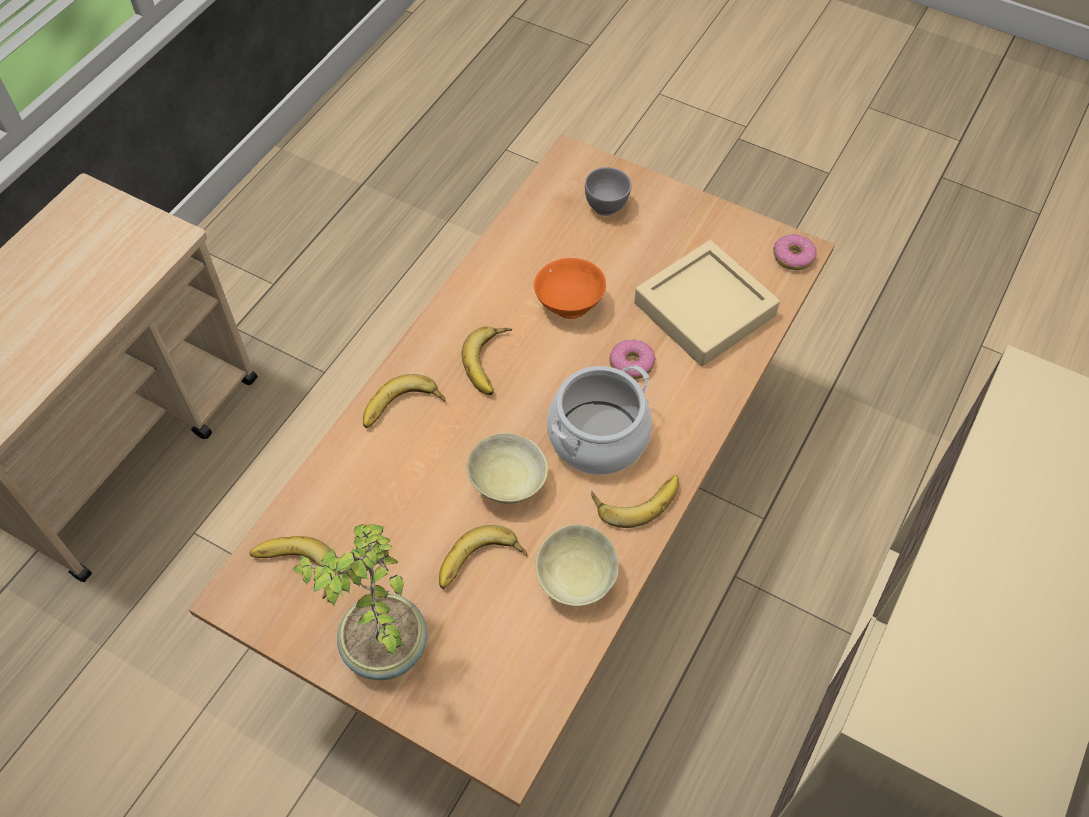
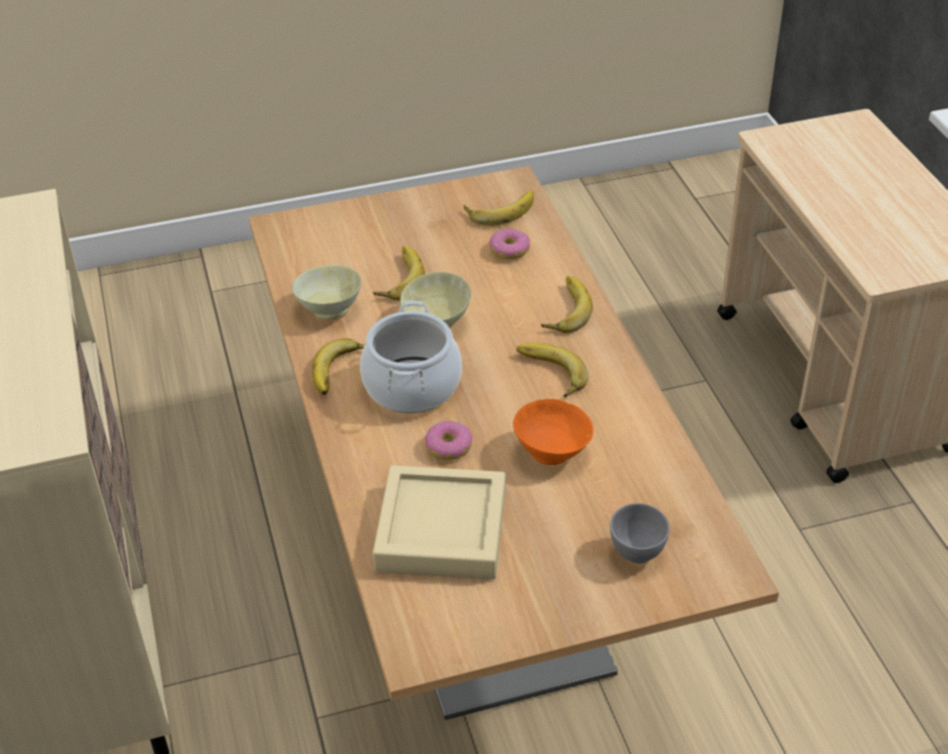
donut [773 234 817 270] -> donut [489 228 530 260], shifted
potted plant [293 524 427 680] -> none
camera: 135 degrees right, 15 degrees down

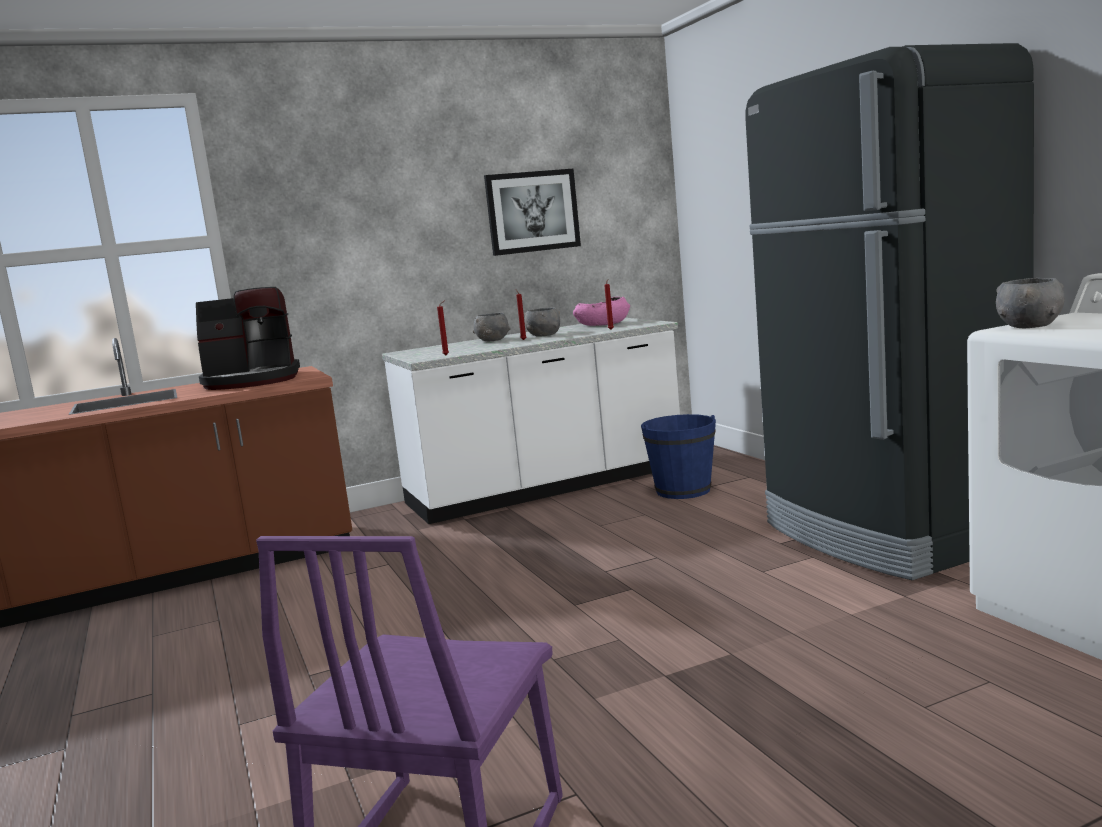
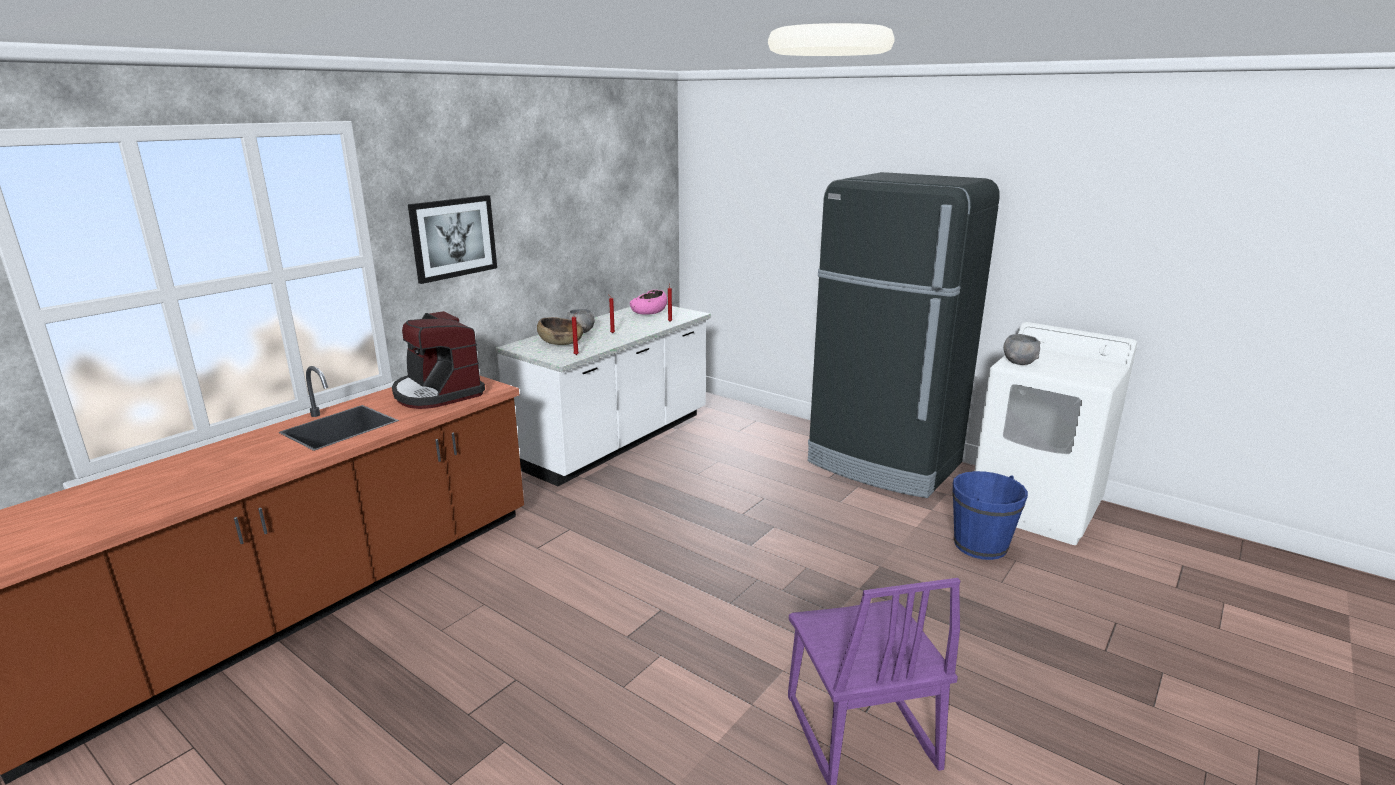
picture [484 169 581 256] -> picture [408 195 497 284], shifted
coffee machine [196 287 300 390] -> coffee machine [392 311 485 409], 90 degrees clockwise
grey bowl [524 308 560 337] -> none
blue bucket [641 414 716 499] -> blue bucket [952 471 1028 560], shifted
none -> brown bowl [537 317 583 345]
camera: 30 degrees left, 10 degrees up

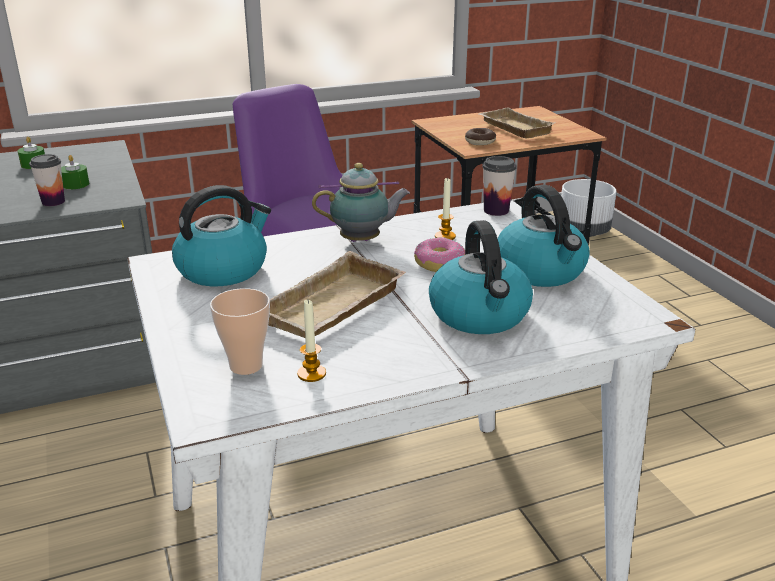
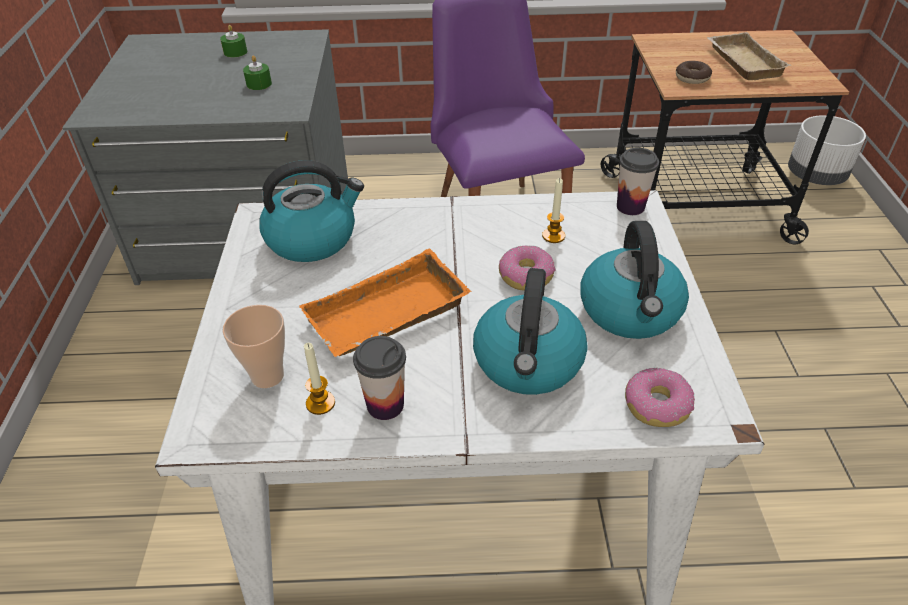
cup [29 154 65 206] -> cup [353 336 406 420], shifted
teapot [312 163 410 242] -> none
beige tray [268 251 406 338] -> orange tray [299 249 472 357]
none -> donut [625 368 695 427]
camera: 20 degrees right, 15 degrees up

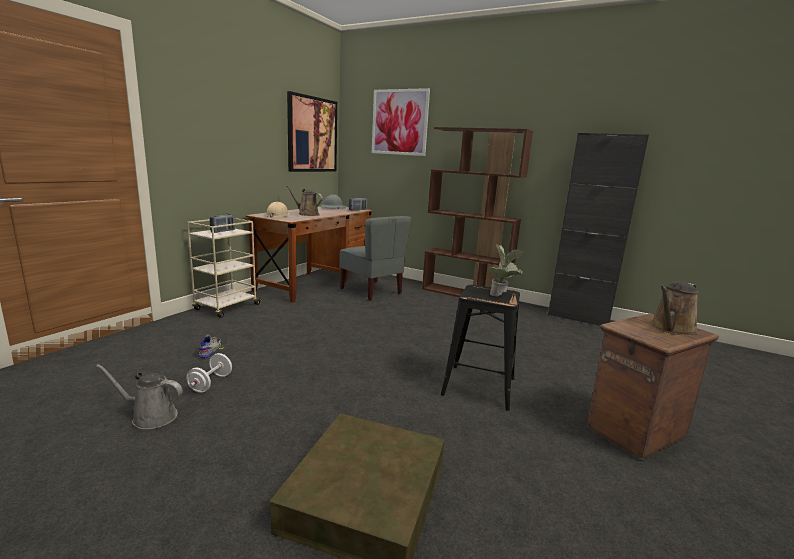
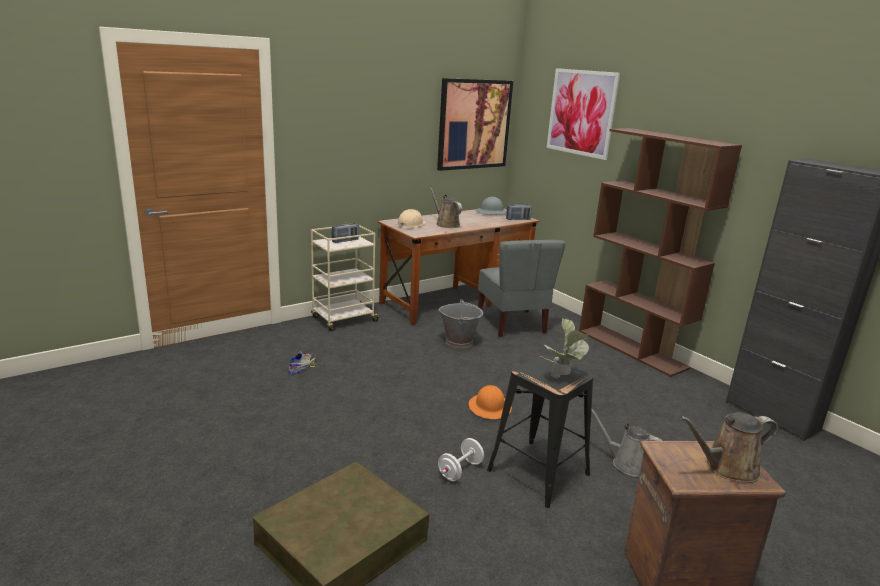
white dumbbell [186 353 232 393] -> white dumbbell [438 438 484 481], shifted
grey watering can [96 364 183 430] -> grey watering can [591 409 663 477], shifted
none -> grey bucket [439 299 483 349]
none -> orange hard hat [469 385 512 419]
camera: 25 degrees right, 5 degrees up

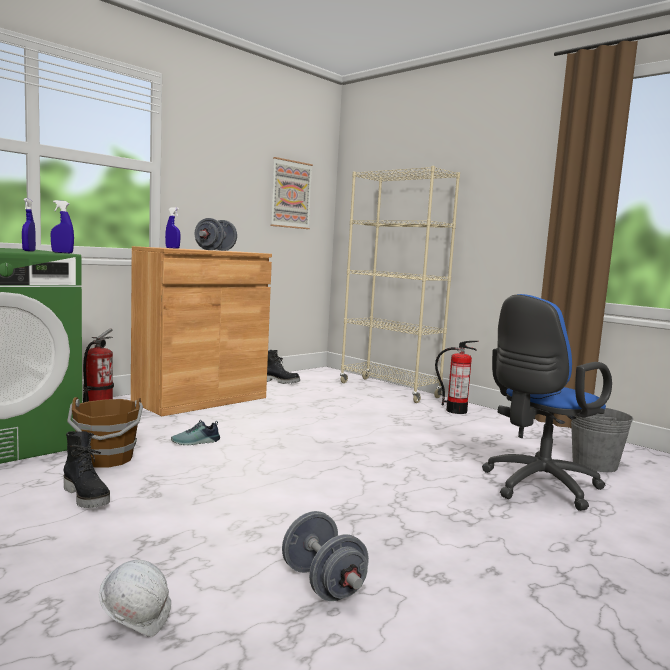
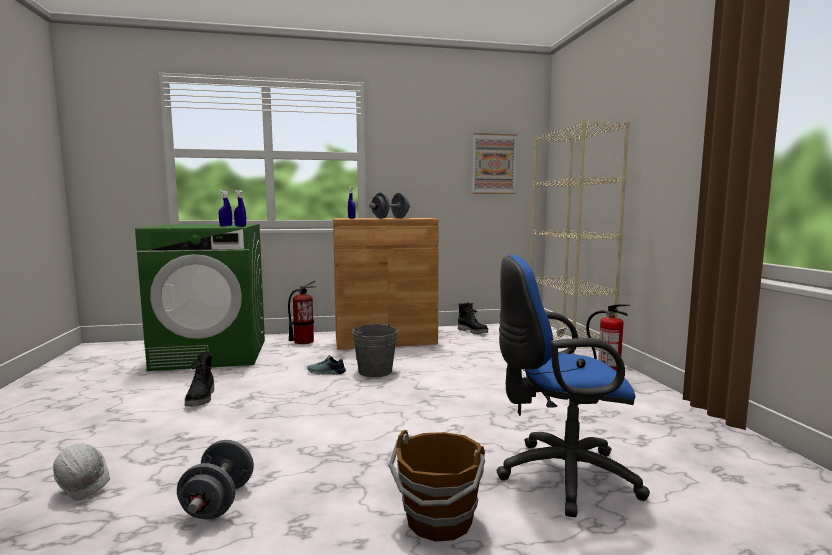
brown bucket [67 397 143 468] -> brown bucket [389 430 485 542], shifted
grey bucket [571 408 633 472] -> grey bucket [352 324 398 377], shifted
camera: 35 degrees right, 0 degrees up

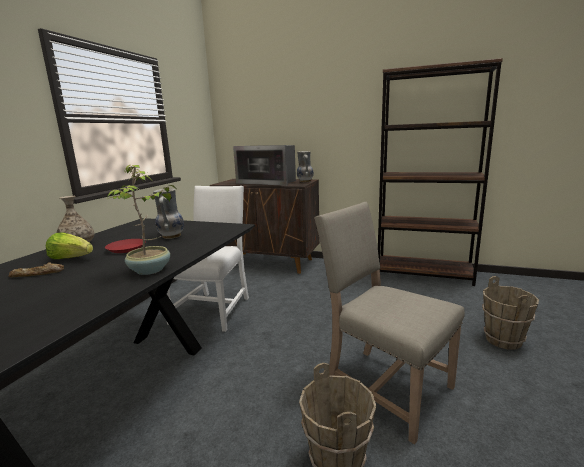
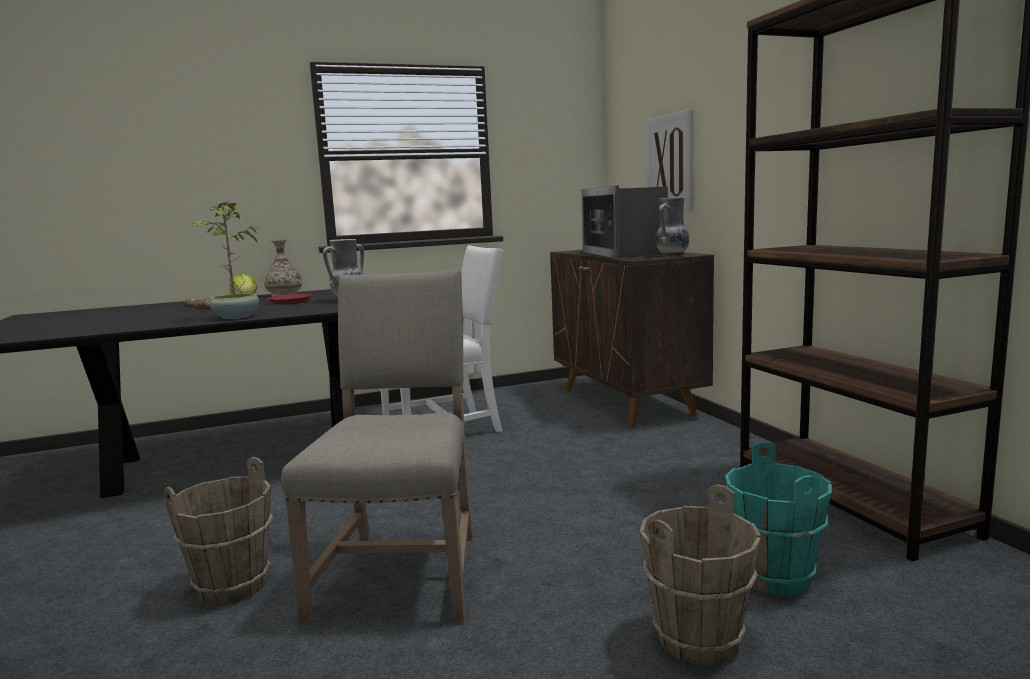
none -> picture [647 109 694 211]
none -> turquoise bucket [725 442 832 596]
camera: 50 degrees right, 5 degrees down

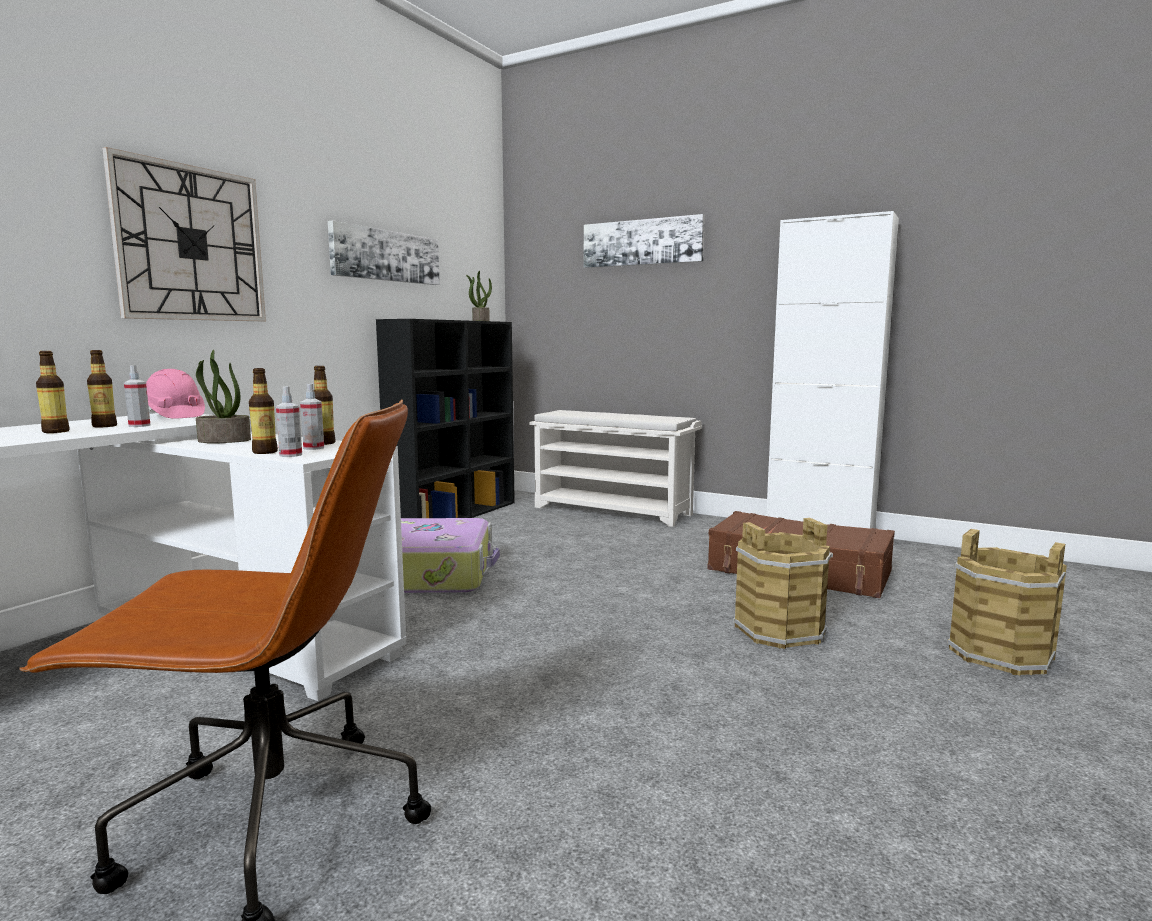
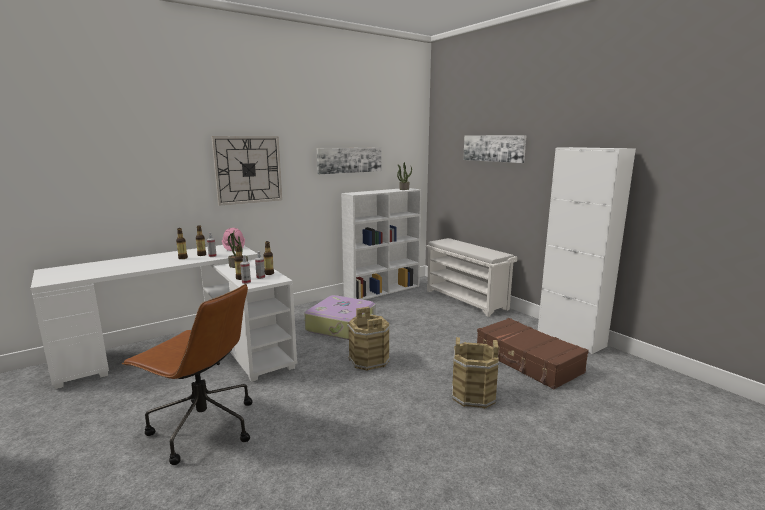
black bookcase [376 319 515 518] -> white bookcase [341 188 422 300]
brown bucket [947 529 1067 675] -> brown bucket [347 307 390 371], shifted
camera: 25 degrees right, 5 degrees up

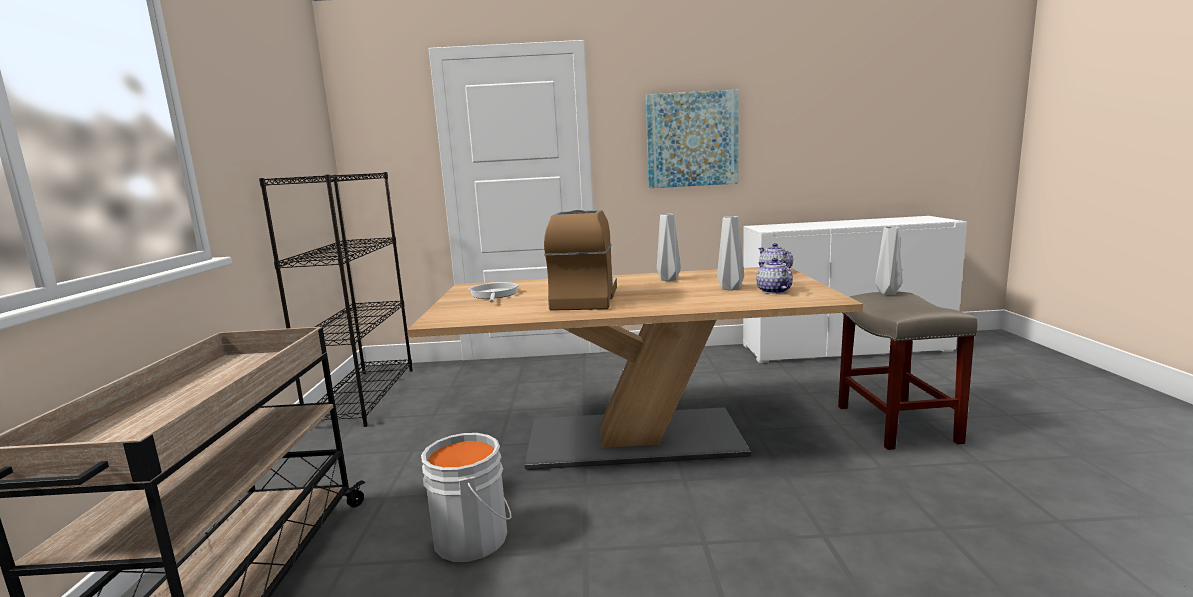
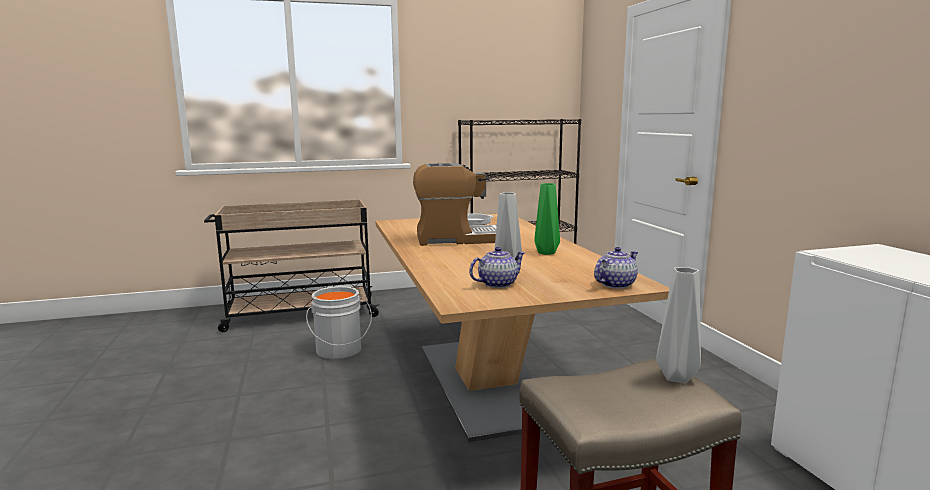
picture [646 90 738 188] -> none
grey vase [657 214 681 281] -> green vase [534 183 560 255]
camera: 75 degrees right, 0 degrees up

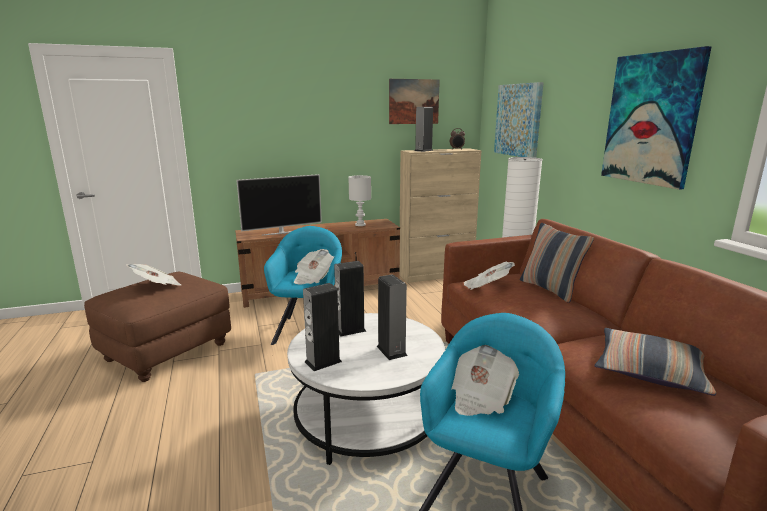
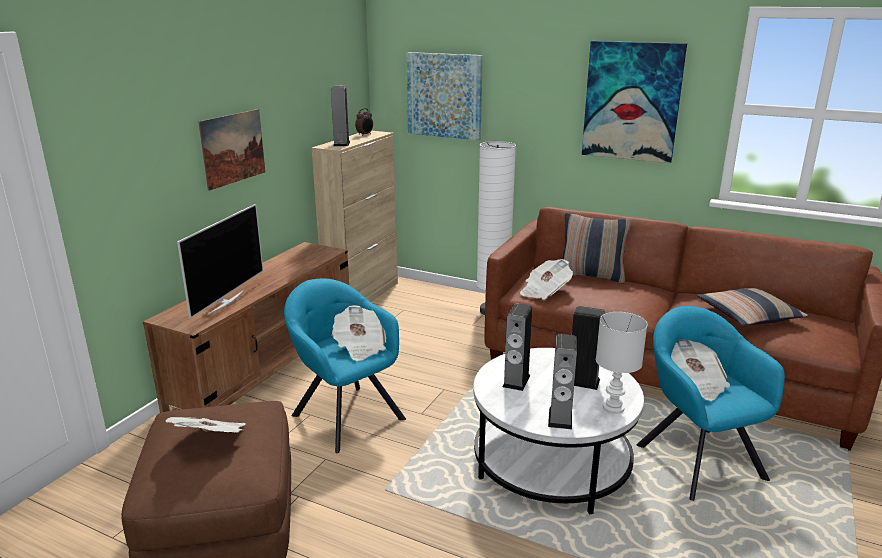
picture [389 79 440 124] -> picture [198 109 265 191], shifted
white table lamp [348 175 371 226] -> white table lamp [596 312 648 414], shifted
camera: 45 degrees left, 5 degrees up

